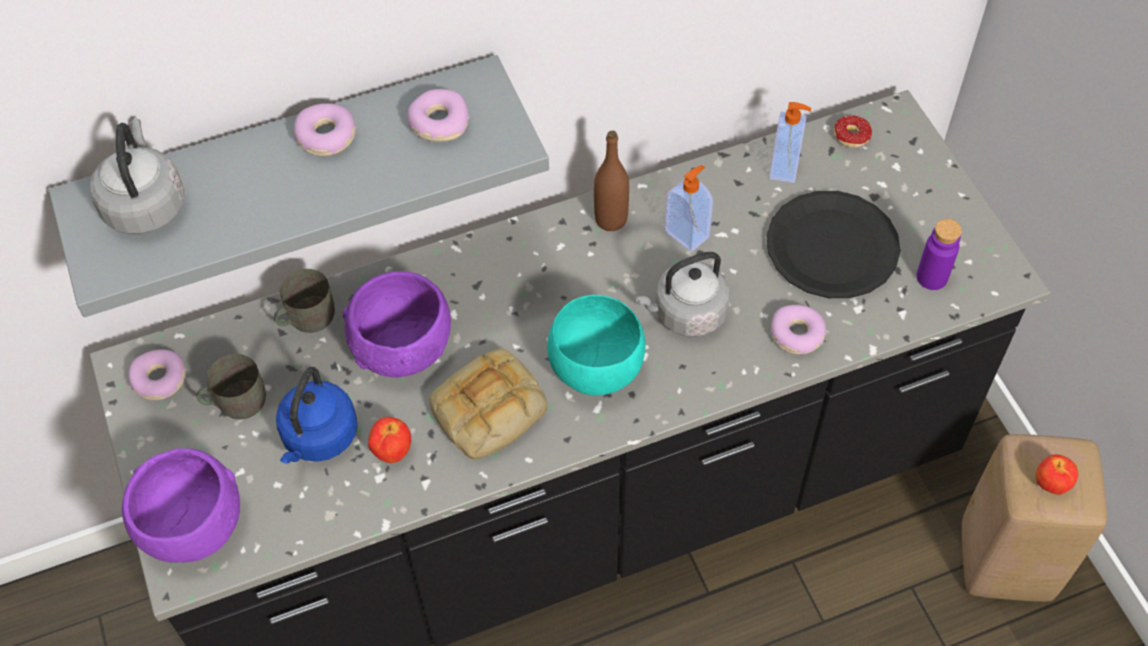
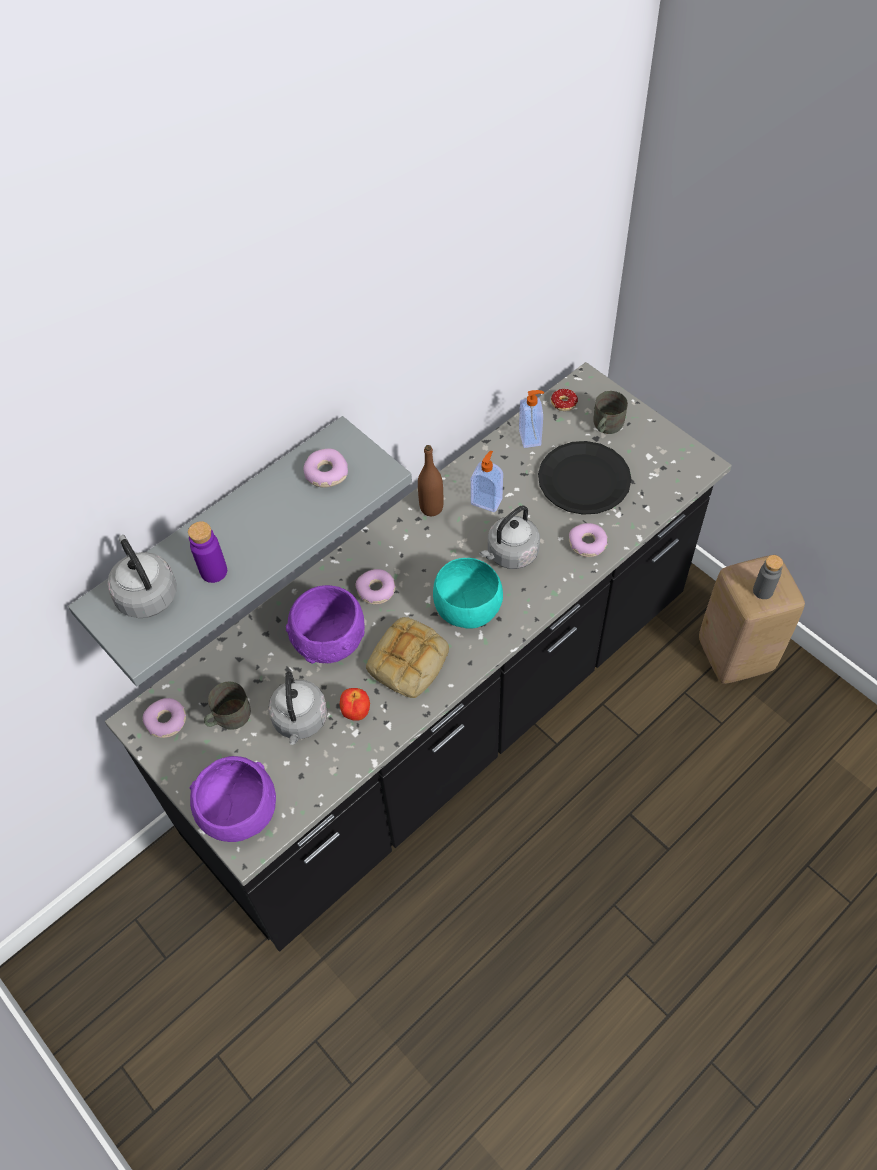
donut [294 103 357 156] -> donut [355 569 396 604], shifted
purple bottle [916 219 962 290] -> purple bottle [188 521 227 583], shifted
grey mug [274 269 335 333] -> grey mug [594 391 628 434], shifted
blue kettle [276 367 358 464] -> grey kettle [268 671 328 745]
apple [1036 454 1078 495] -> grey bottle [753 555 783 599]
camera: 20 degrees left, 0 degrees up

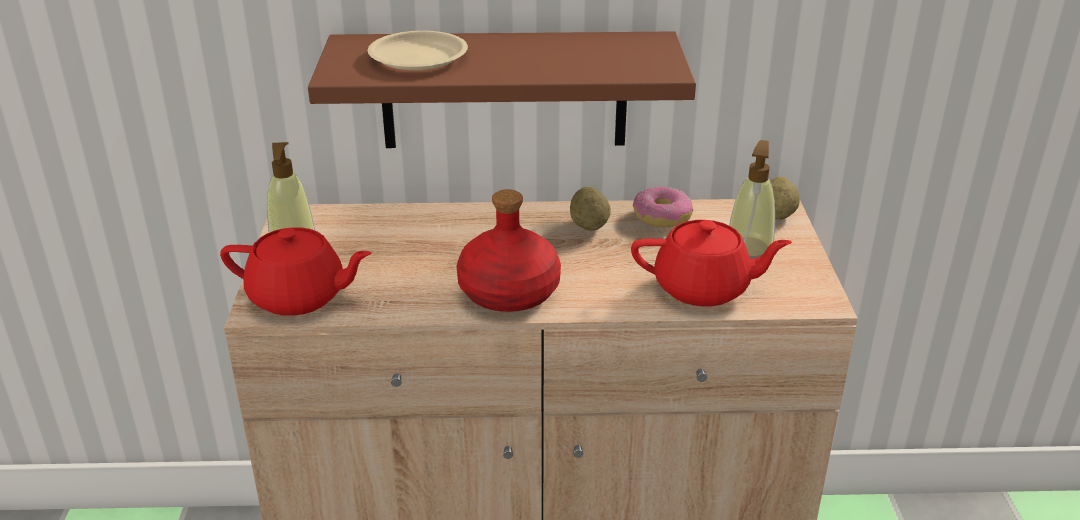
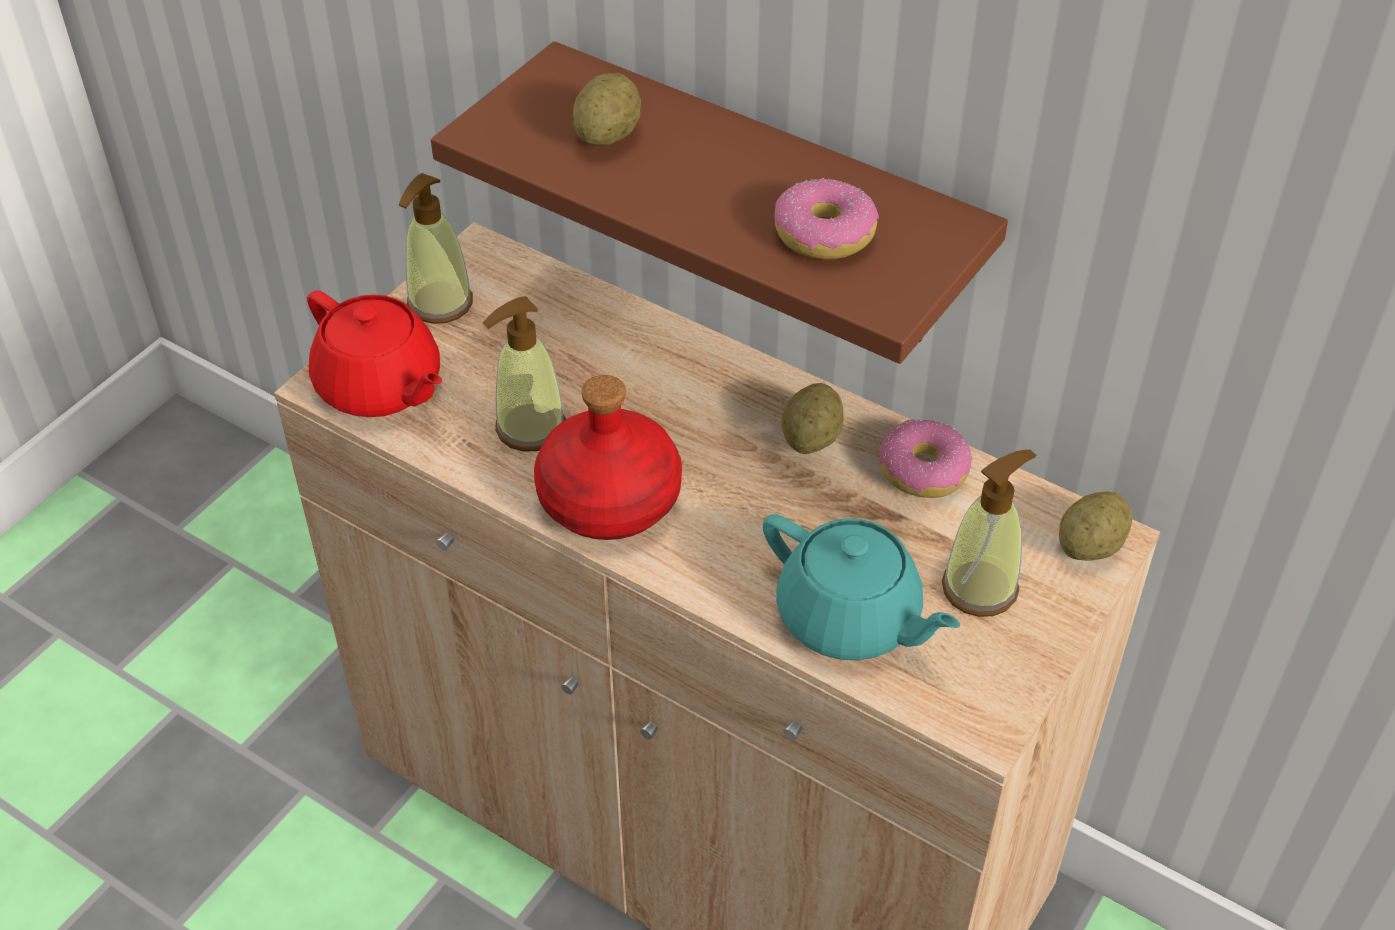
beige plate [368 31 468 70] -> potato [573 73 641 146]
red teapot [631 220 792 307] -> turquoise teapot [763 514 960 660]
none -> donut [775 178 879 259]
none -> soap dispenser [483 296 566 452]
camera: 35 degrees right, 15 degrees up

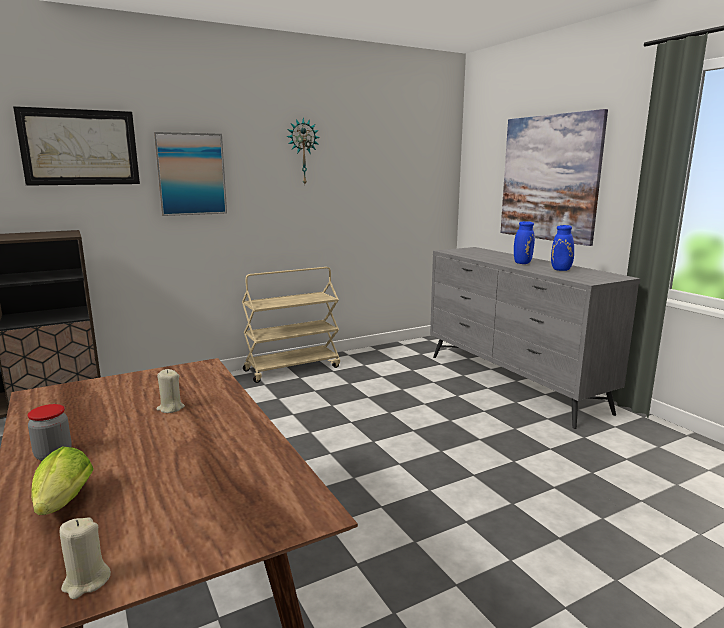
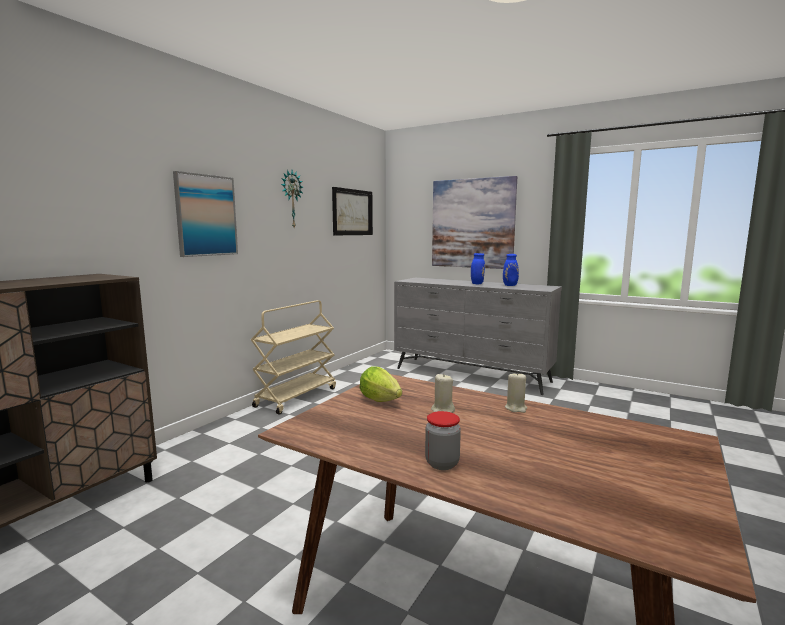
picture [13 106 140 186] -> picture [332 187 373 235], shifted
lettuce [31 447 93 515] -> lettuce [360 366 402 402], shifted
beige candle [60 517 111 599] -> beige candle [505 372 527 413], shifted
camera: 30 degrees left, 5 degrees down

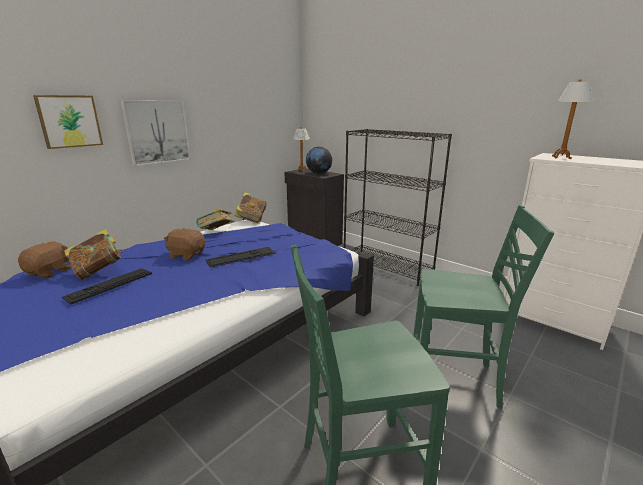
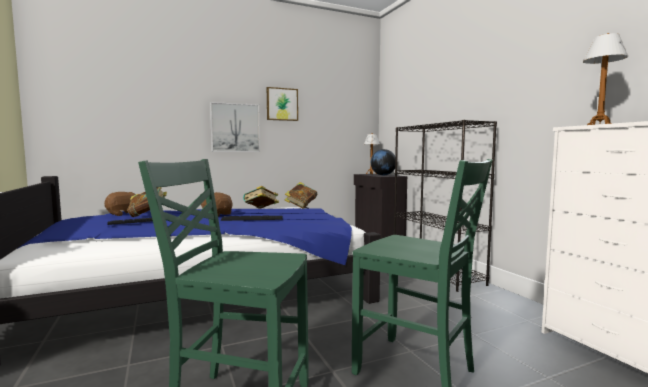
picture [33 95 103 149] -> picture [267 87 298 121], shifted
camera: 25 degrees right, 15 degrees down

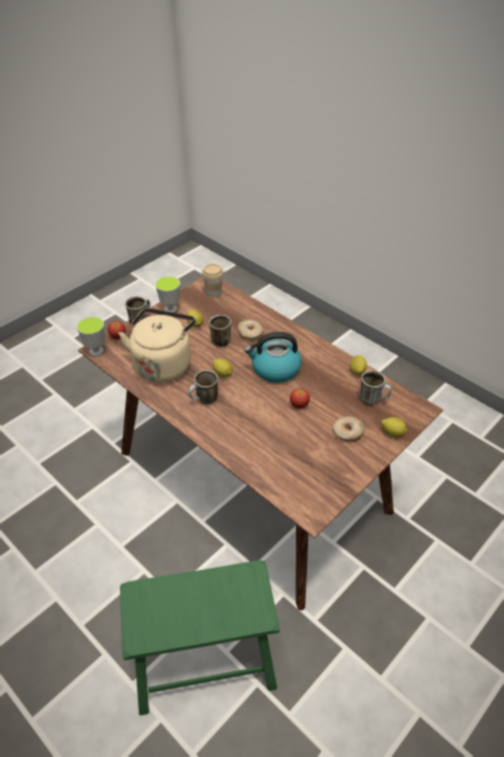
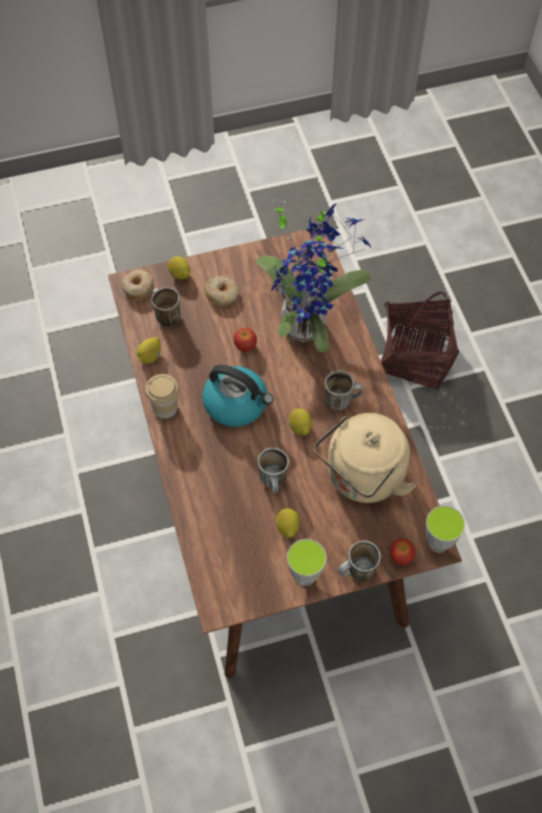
cup [202 264 224 298] -> cup [146 374 179 419], shifted
donut [237 319 262 340] -> donut [122 269 154 300], shifted
green stool [120 560 280 716] -> basket [381 292 459 391]
none -> potted plant [256 199 371 353]
camera: 150 degrees left, 15 degrees up

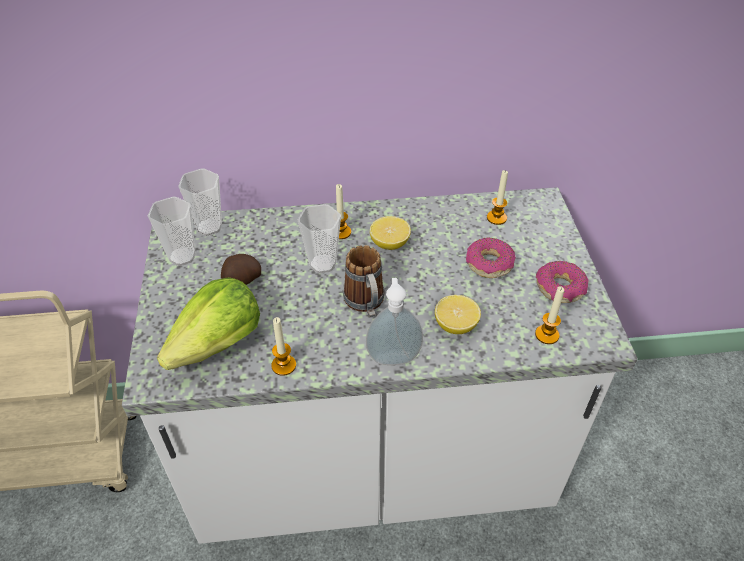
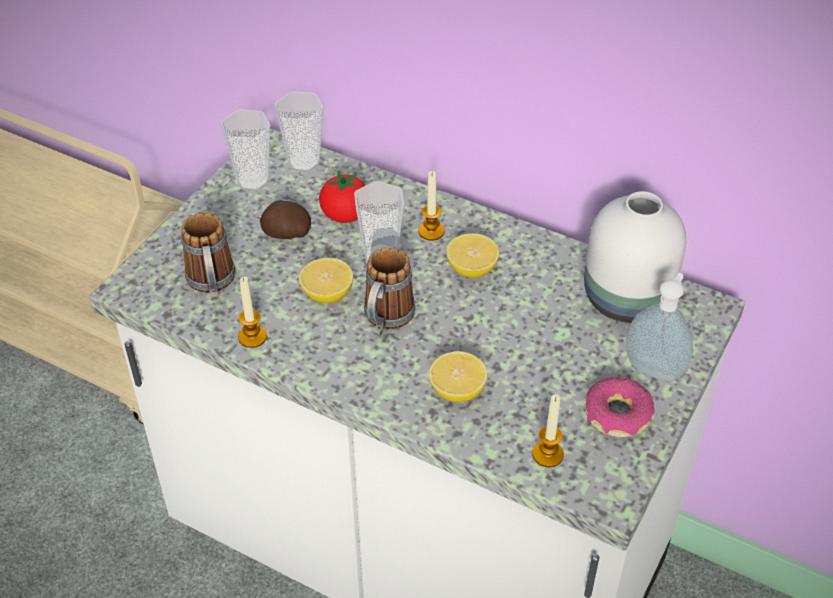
candle [487 170 508 225] -> white vase [584 191 686 323]
donut [466 237 516 278] -> none
lettuce [157 277 260 370] -> mug [181 212 235 299]
soap dispenser [366 278 423 365] -> soap dispenser [626 273 693 381], shifted
none -> tomato [319 171 366 223]
none -> lemon [299 258 353 303]
camera: 35 degrees right, 0 degrees up

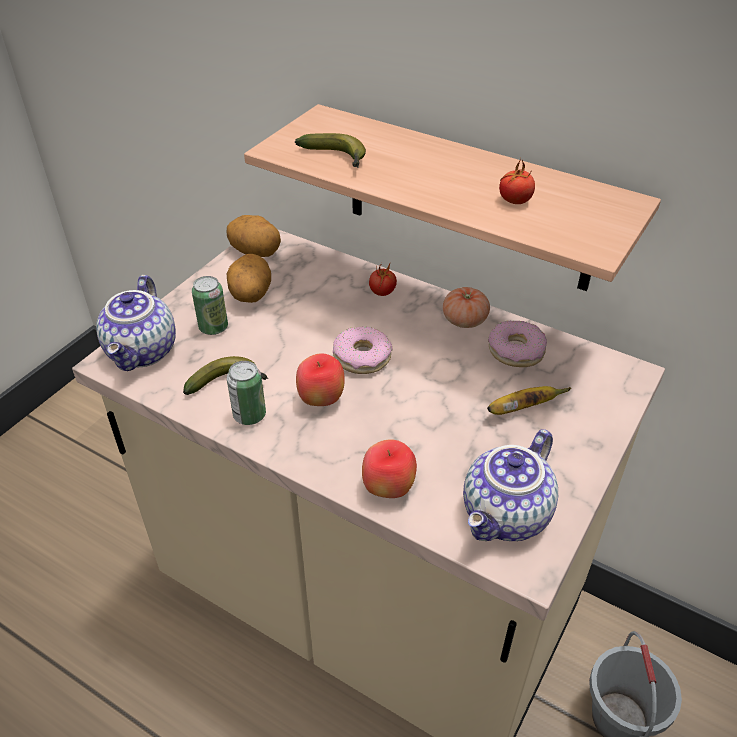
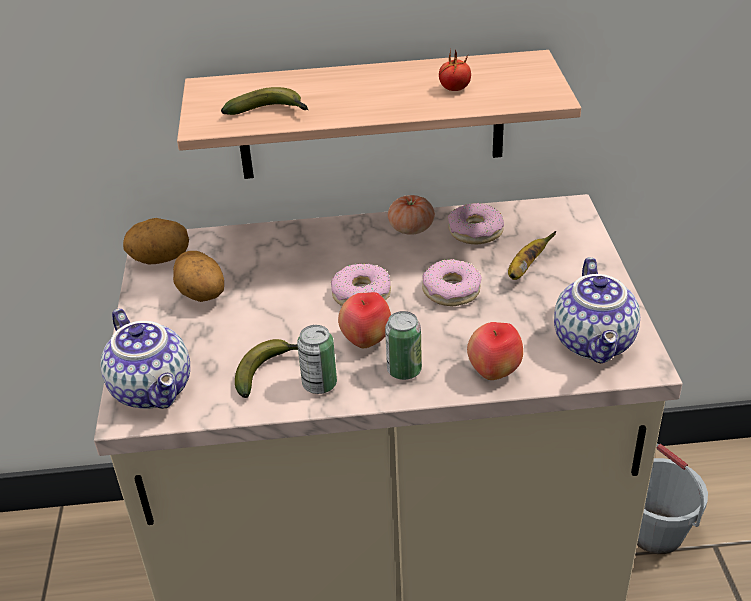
tomato [369 263 397 296] -> none
can [192 276 228 335] -> can [385 311 422 380], shifted
none -> donut [422 259 482 306]
camera: 35 degrees left, 5 degrees down

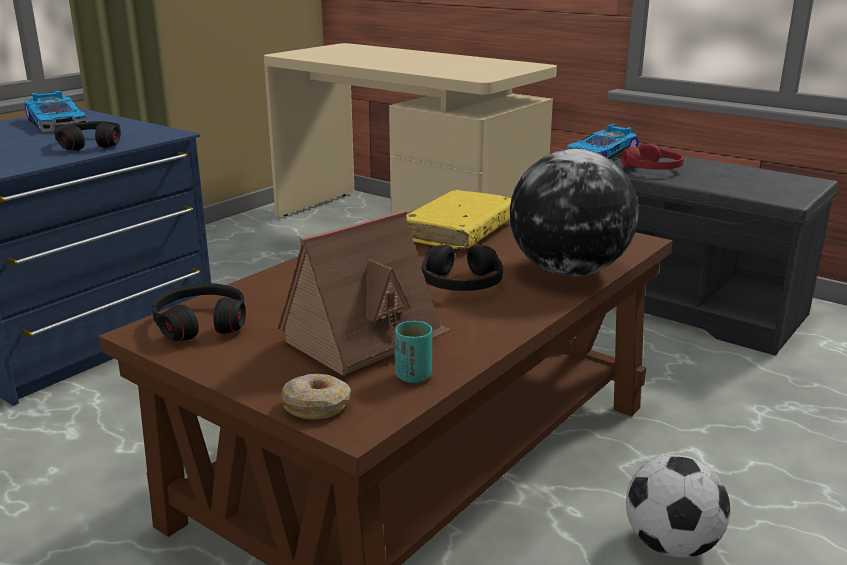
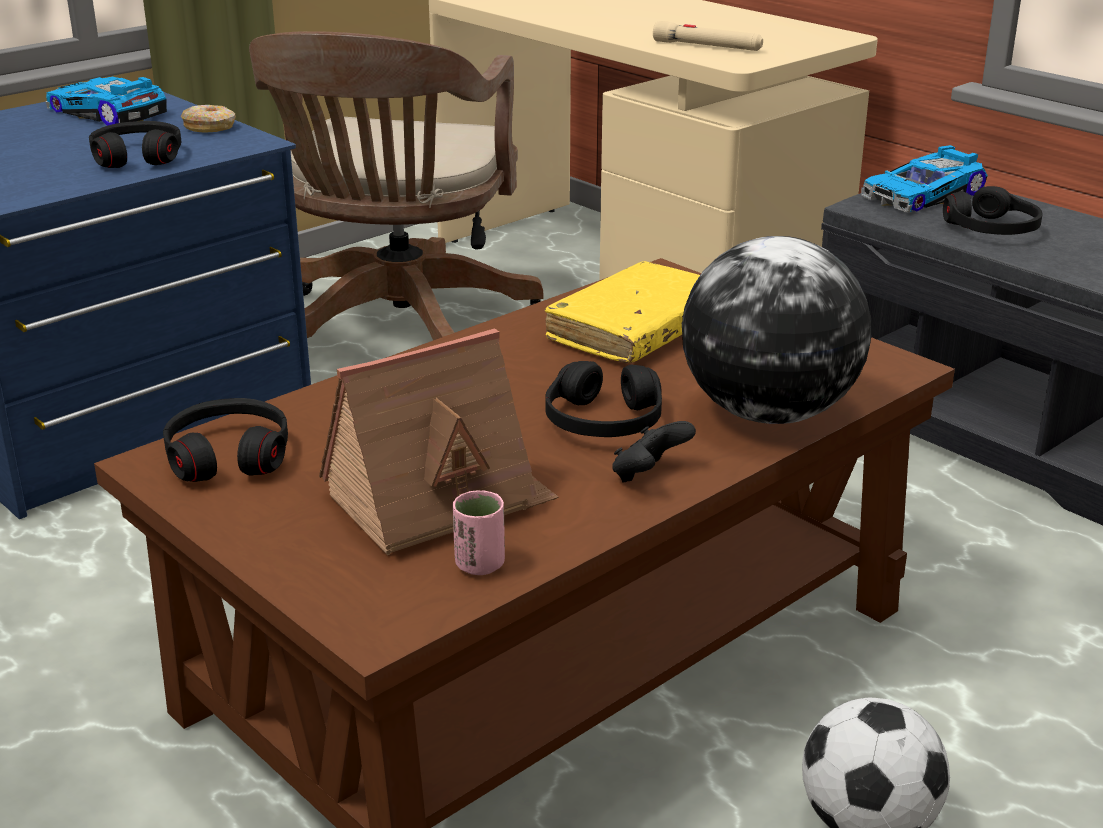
toy car [25 91 88 132] -> toy car [45 77 167 126], 150 degrees clockwise
red headphones [621 143 684 170] -> black headphones [943 186 1043 235]
turquoise cup [395 321 432 383] -> pink cup [453 490 505 575]
donut [281 374 351 420] -> donut [181 105 236 132], shifted
none -> beige flashlight [653 21 763 51]
none -> brown office chair [249 31 543 340]
none -> black game controller [613 421 696 482]
camera: 10 degrees right, 5 degrees up

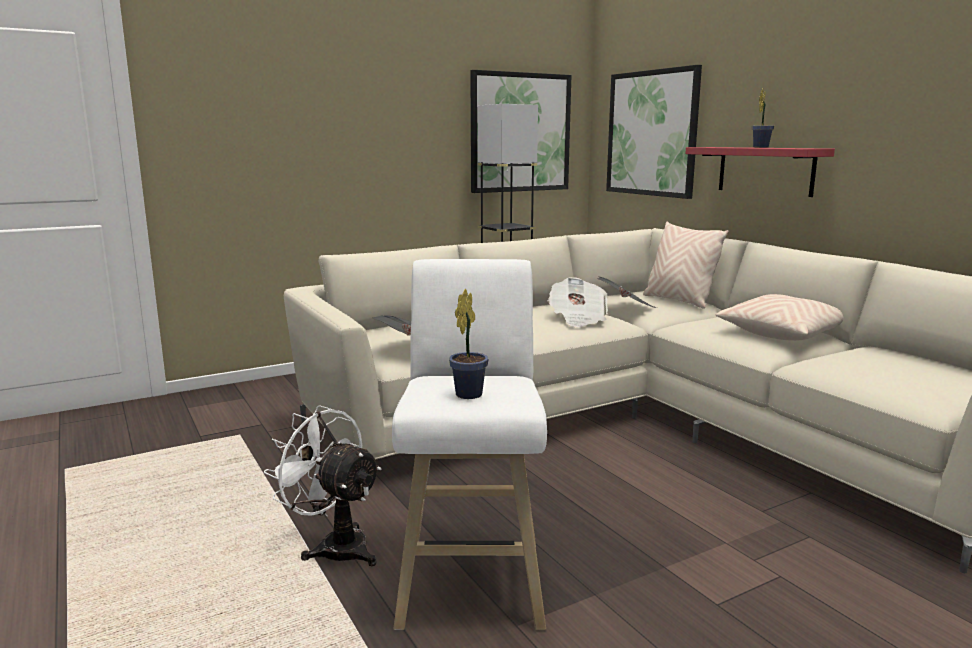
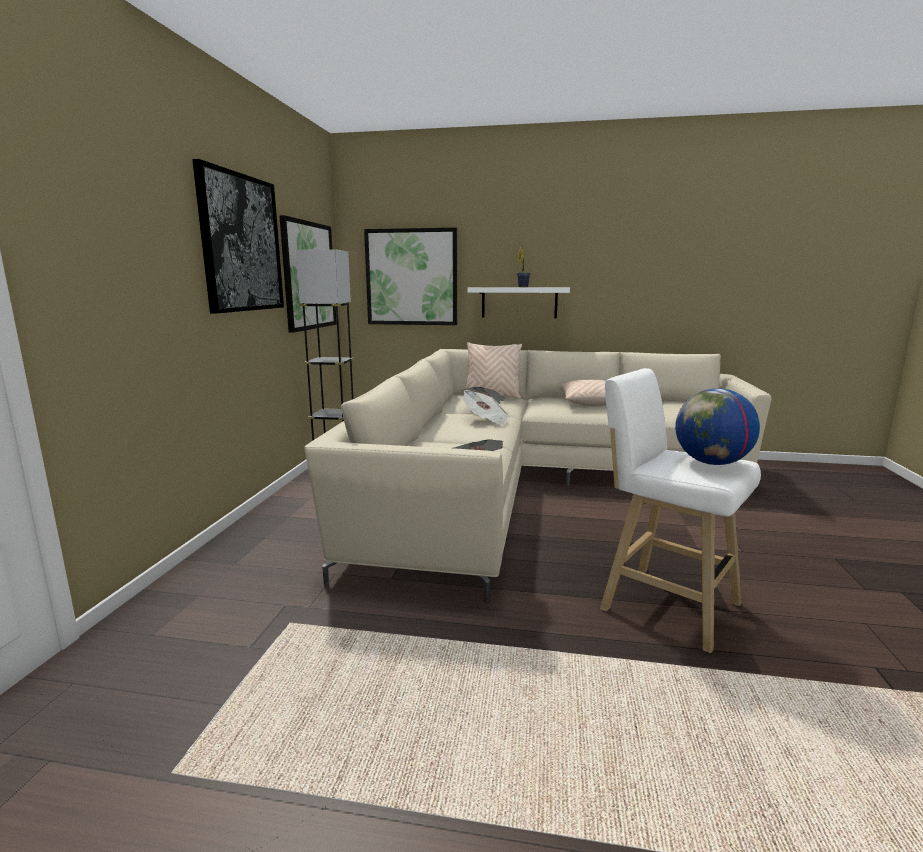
red shelf [685 147 835 197] -> white shelf [467 287 570 318]
potted plant [449 289 488 399] -> globe [675 388 760 465]
white fan [264 405 382 566] -> none
none -> picture [192 159 284 314]
camera: 50 degrees left, 0 degrees up

